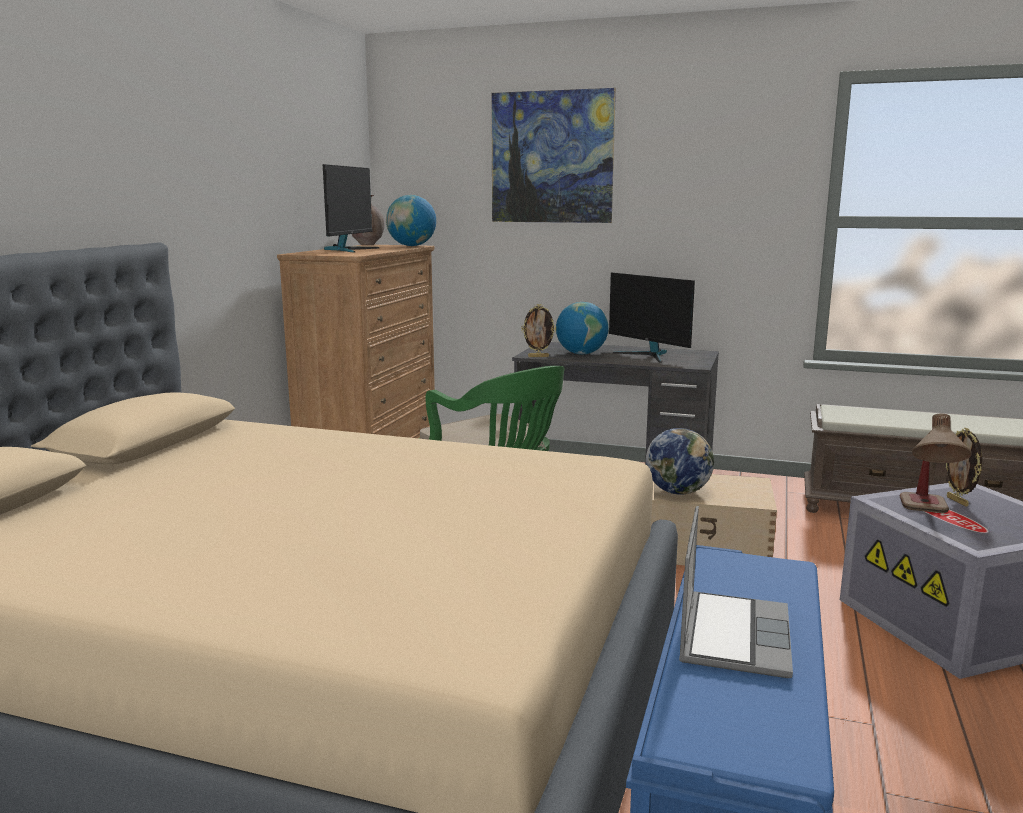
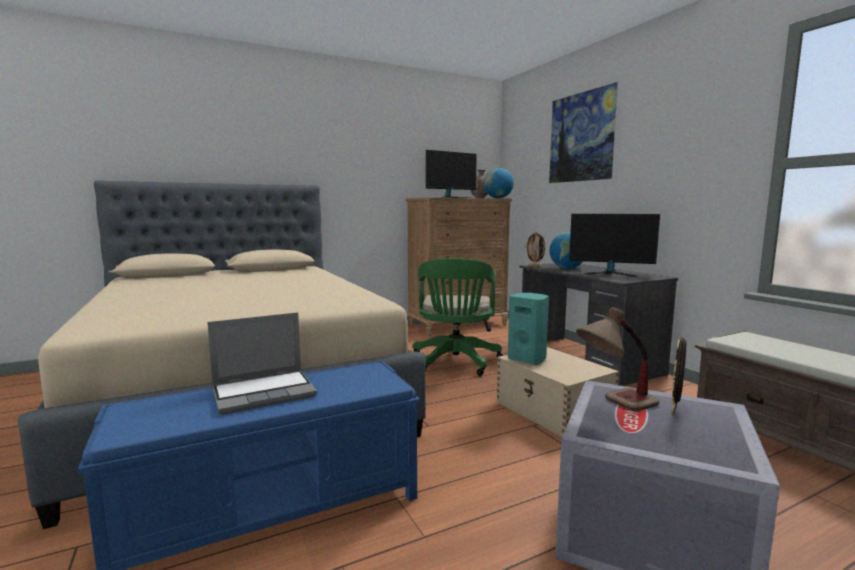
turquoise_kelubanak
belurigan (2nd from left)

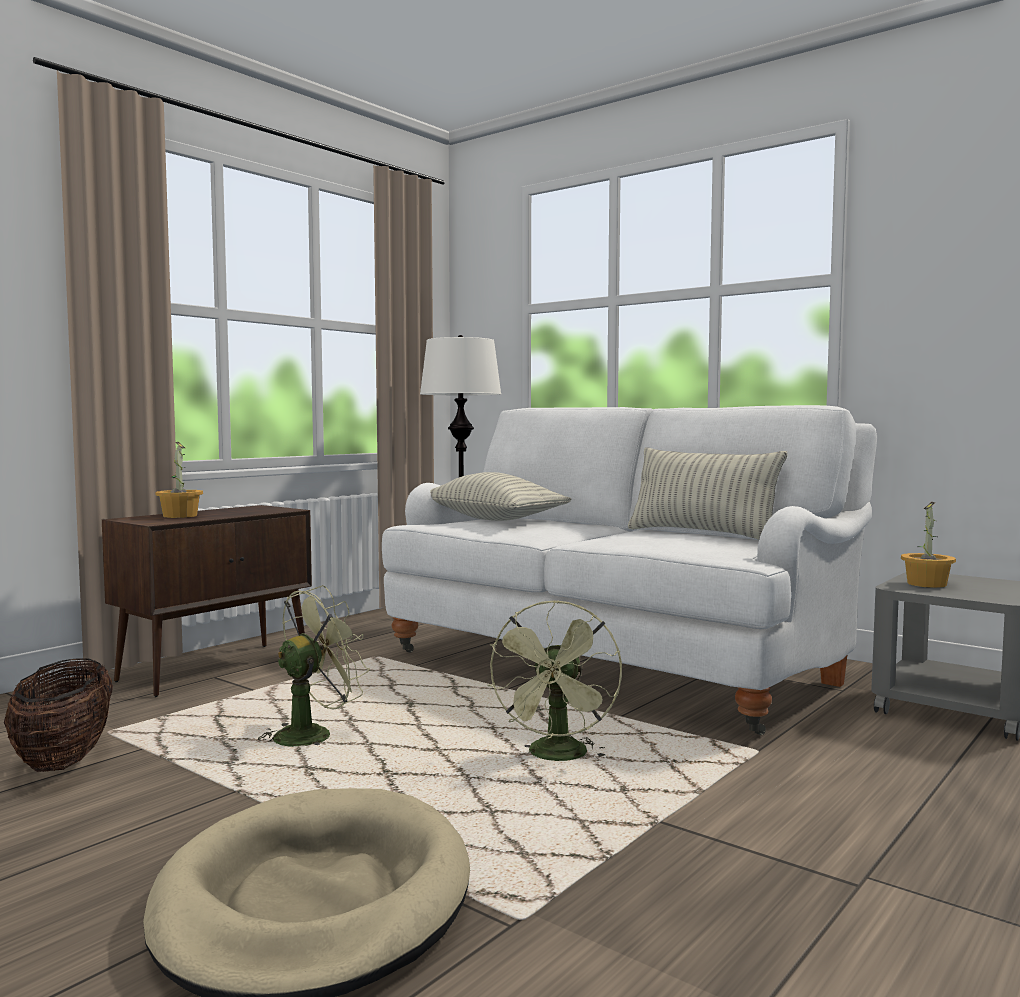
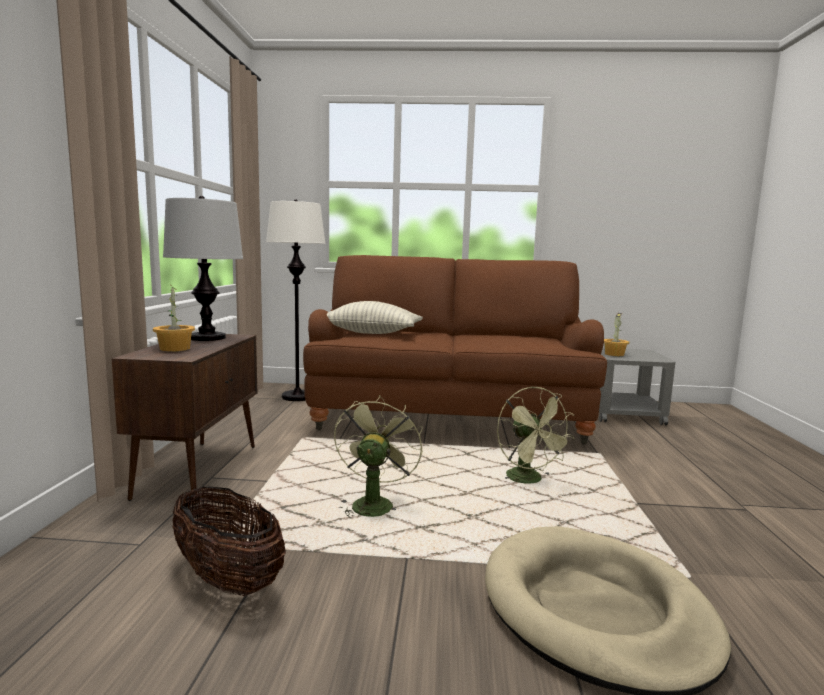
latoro (2nd from left in the first image)
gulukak
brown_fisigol

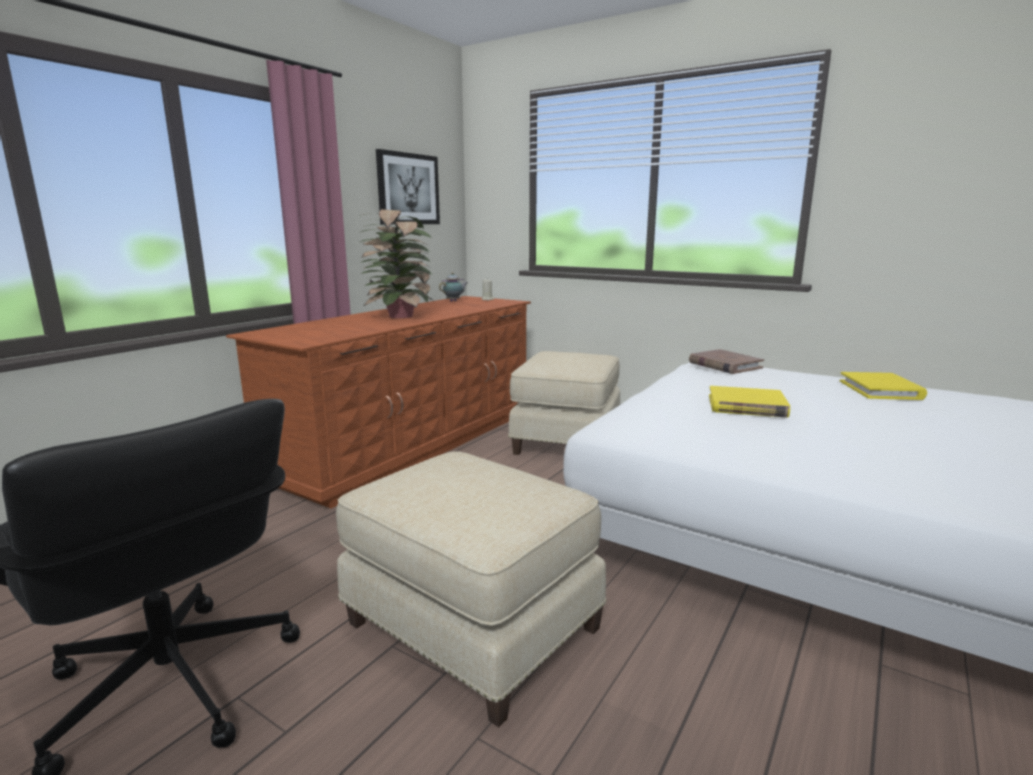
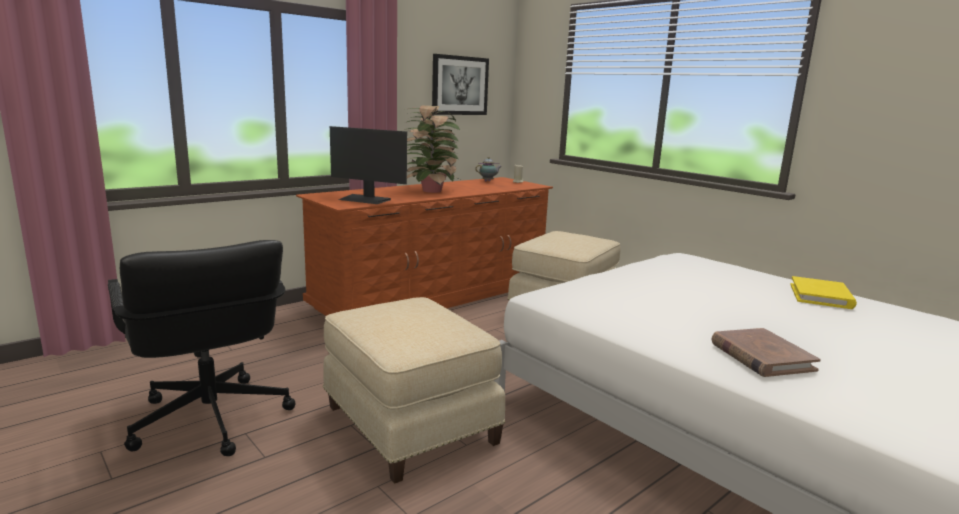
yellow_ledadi (1st from left in the first image)
belurigan
brown_ledadi

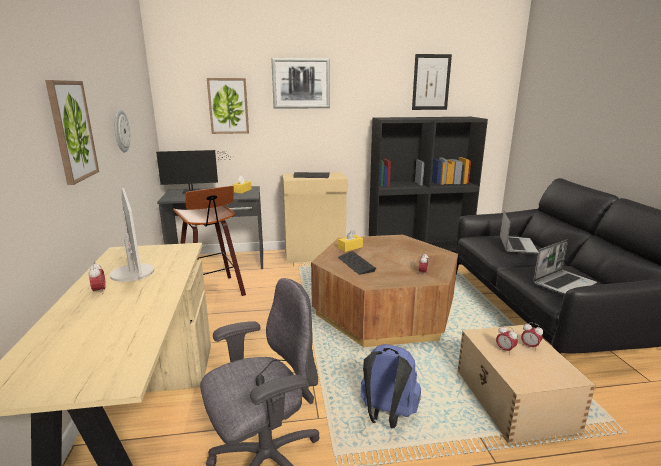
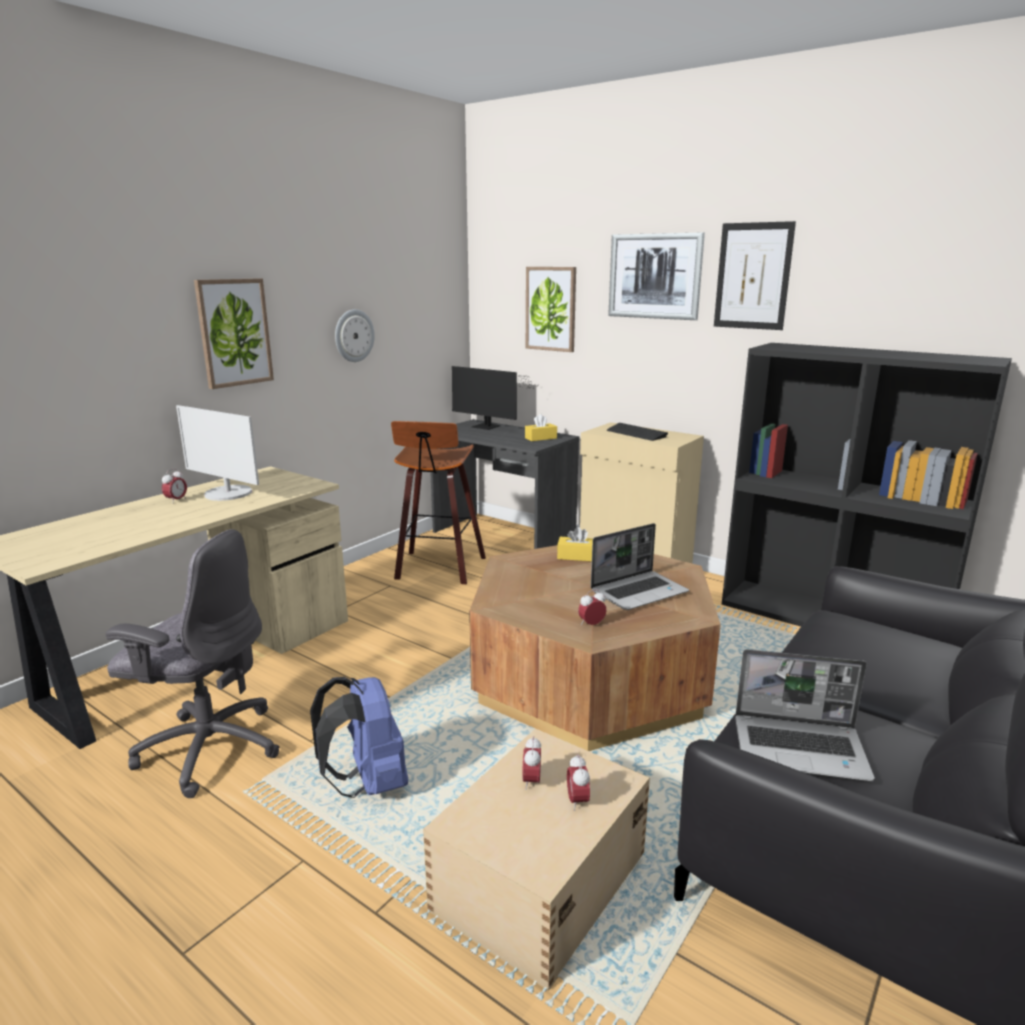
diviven (2nd from left in the first image)
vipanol (4th from left)
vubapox (1st from left)
belurigan (1st from left)

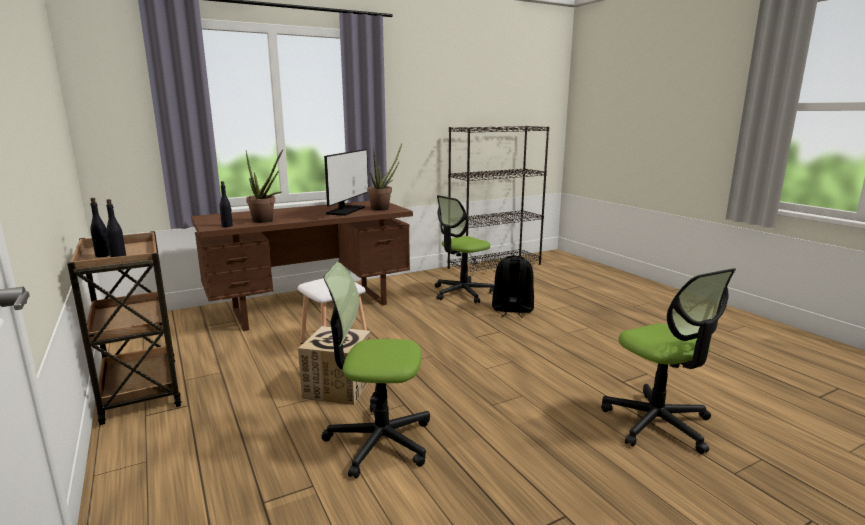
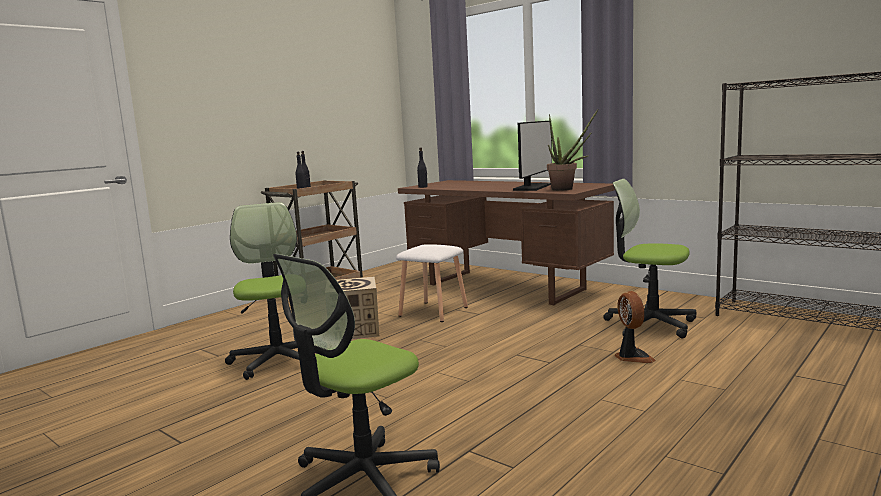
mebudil (1st from left in the first image)
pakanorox
belurigan

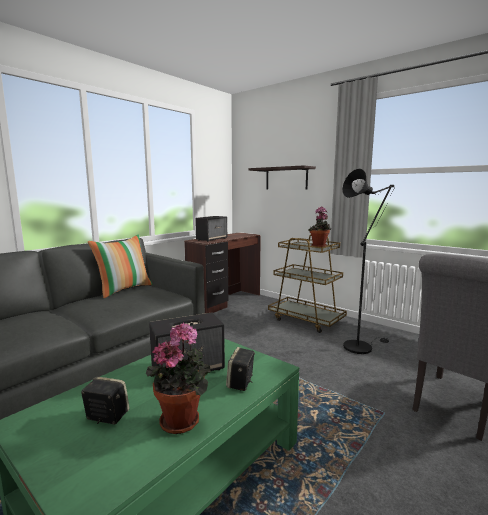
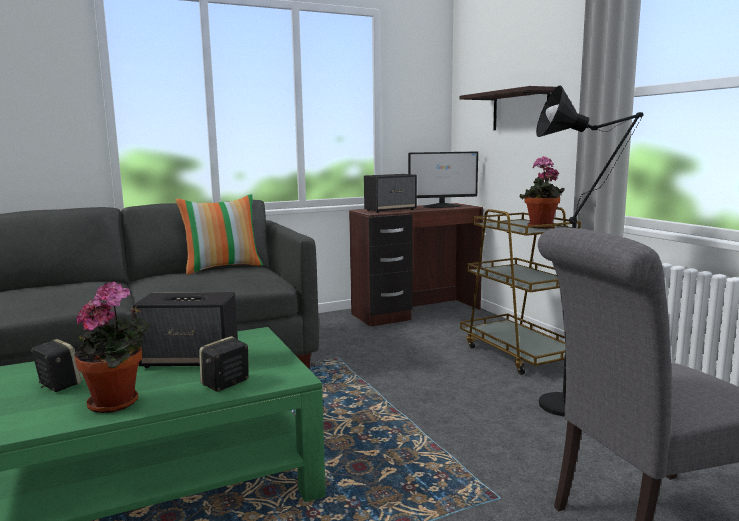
belurigan

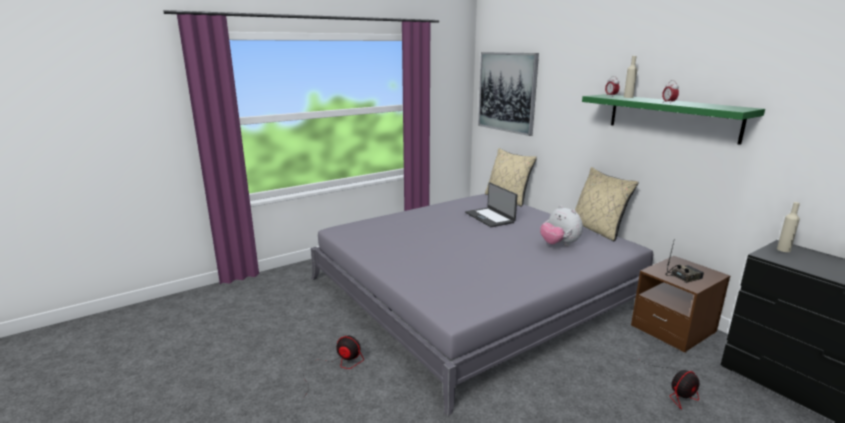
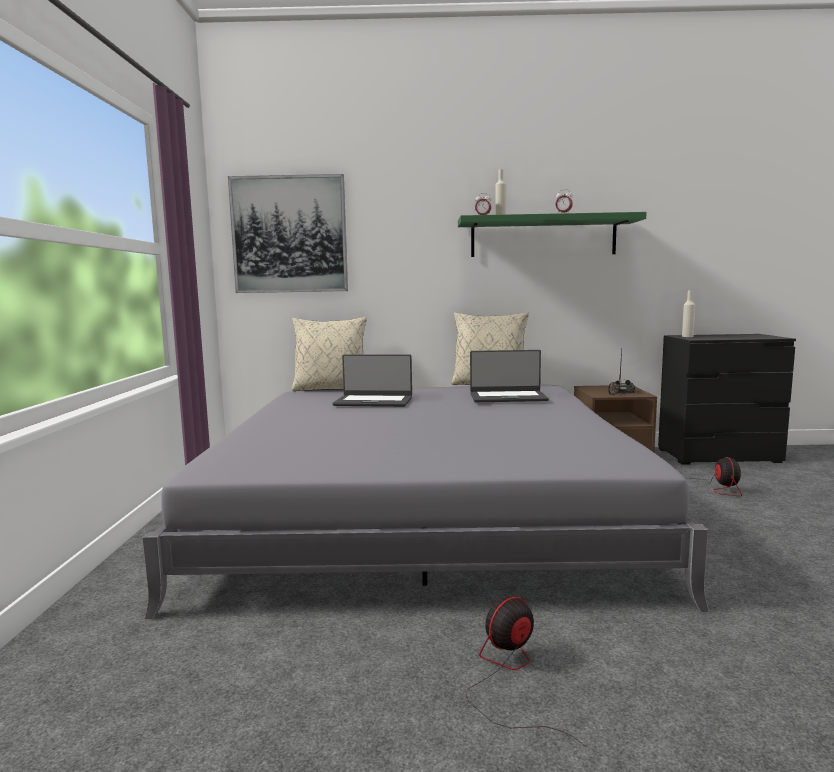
vubapox (2nd from left)

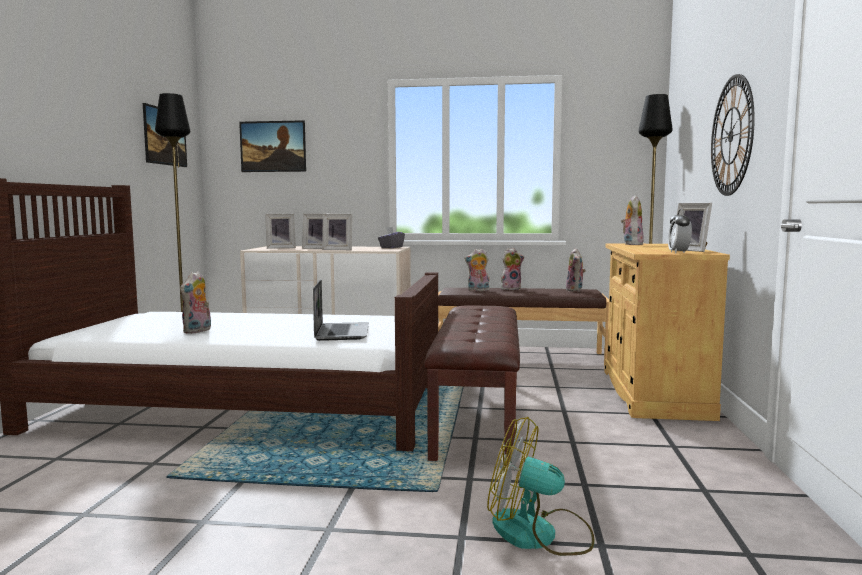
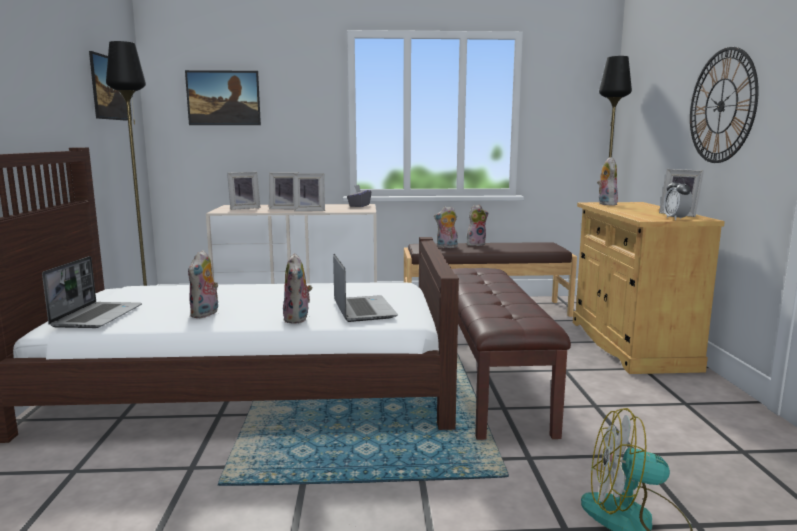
vubapox (1st from left)
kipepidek (2nd from left)

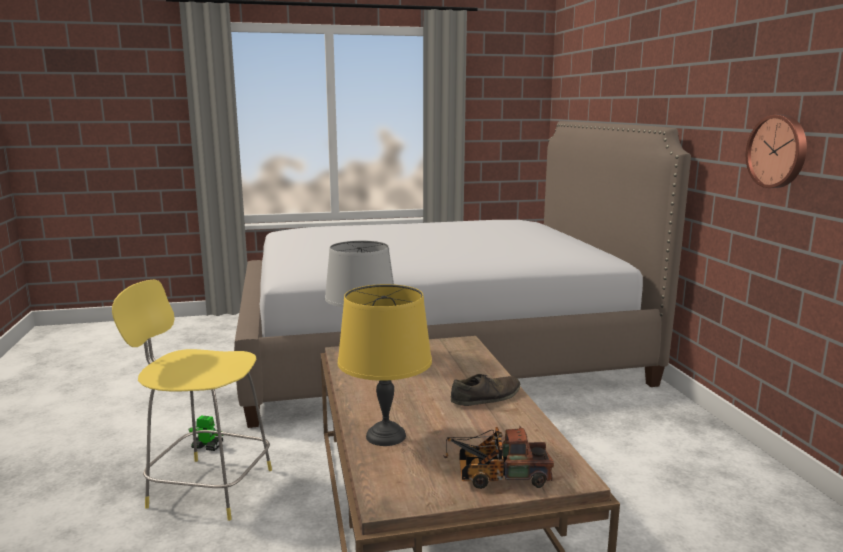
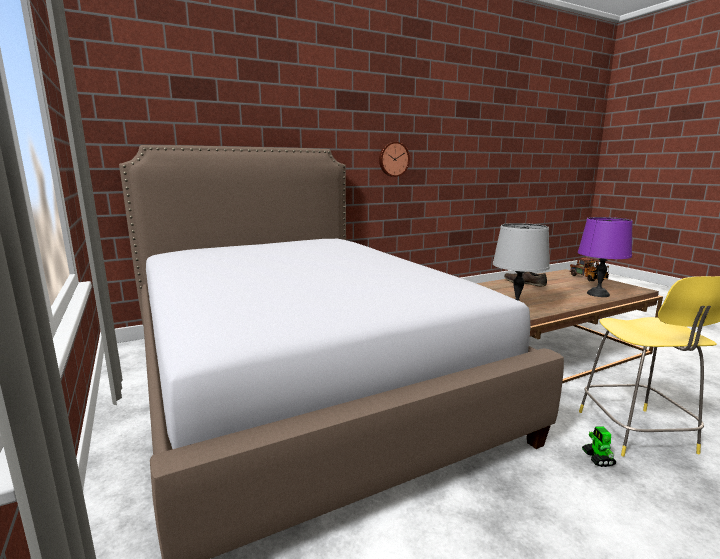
purple_gulukak

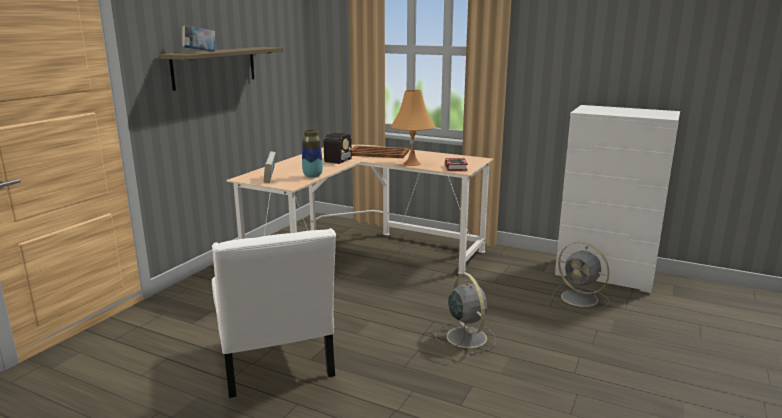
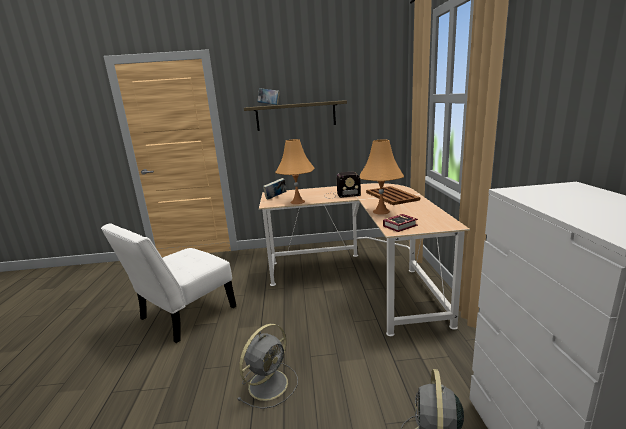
orange_gulukak (1st from left)

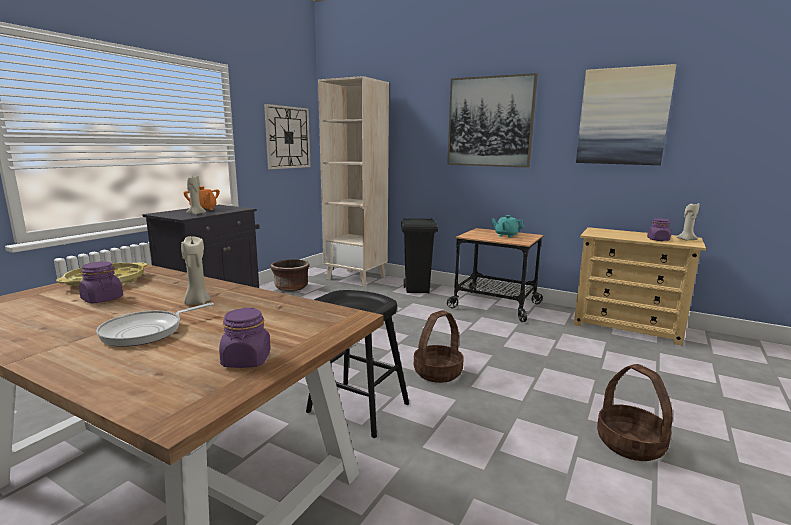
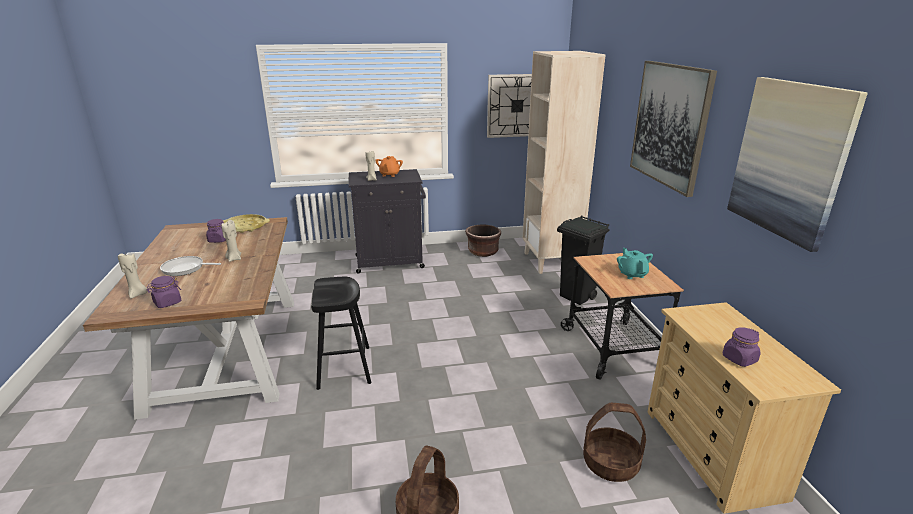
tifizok (2nd from left)
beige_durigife (1st from left)

